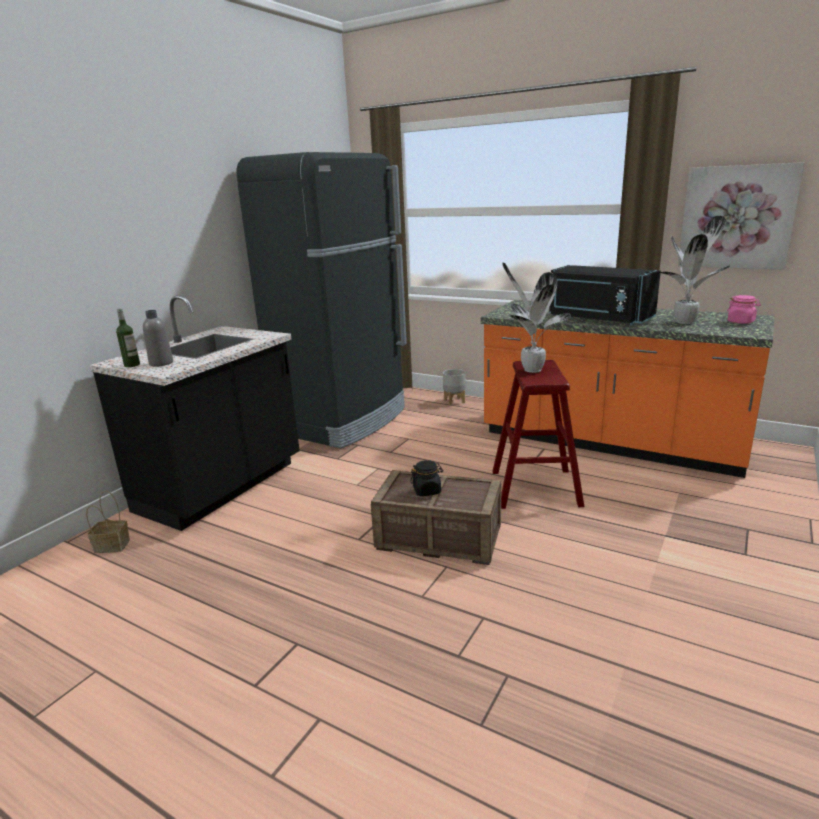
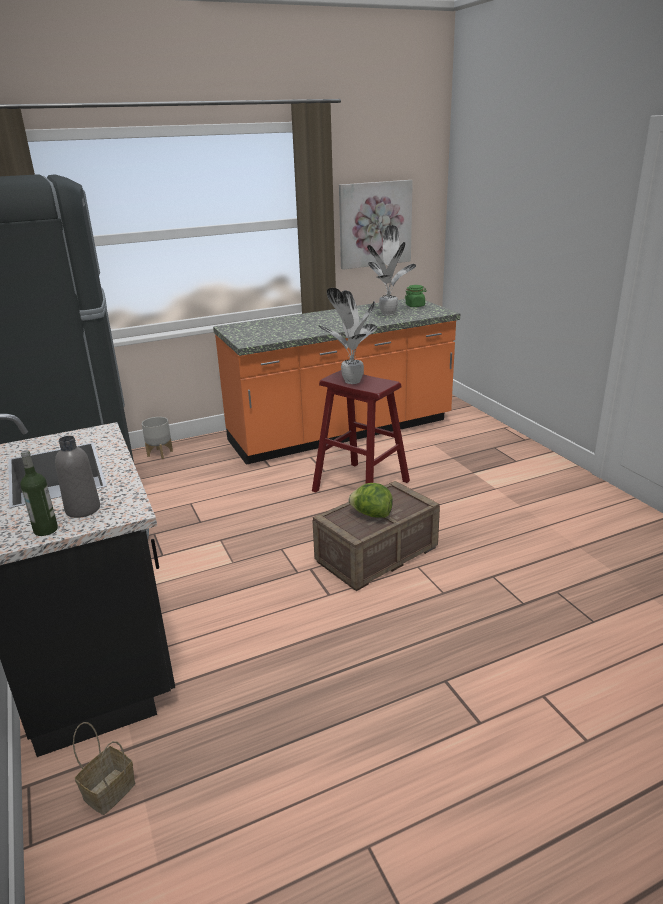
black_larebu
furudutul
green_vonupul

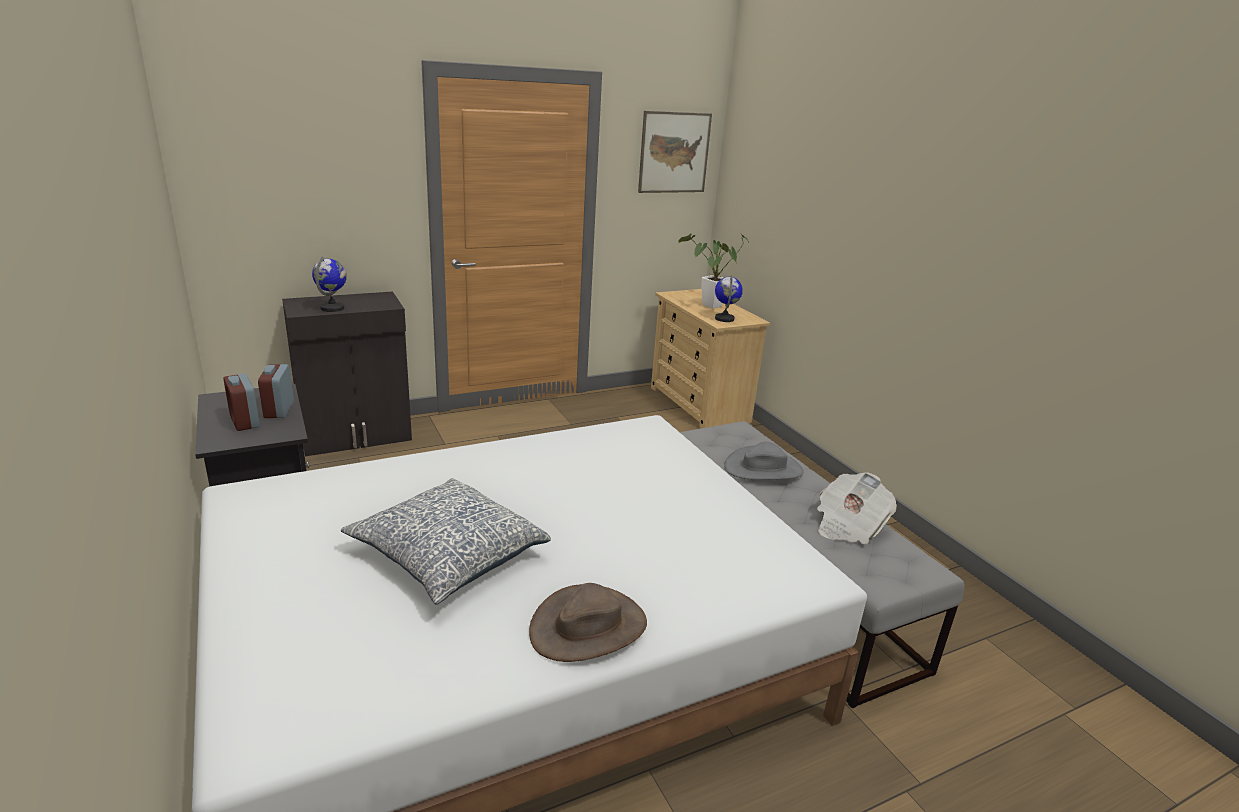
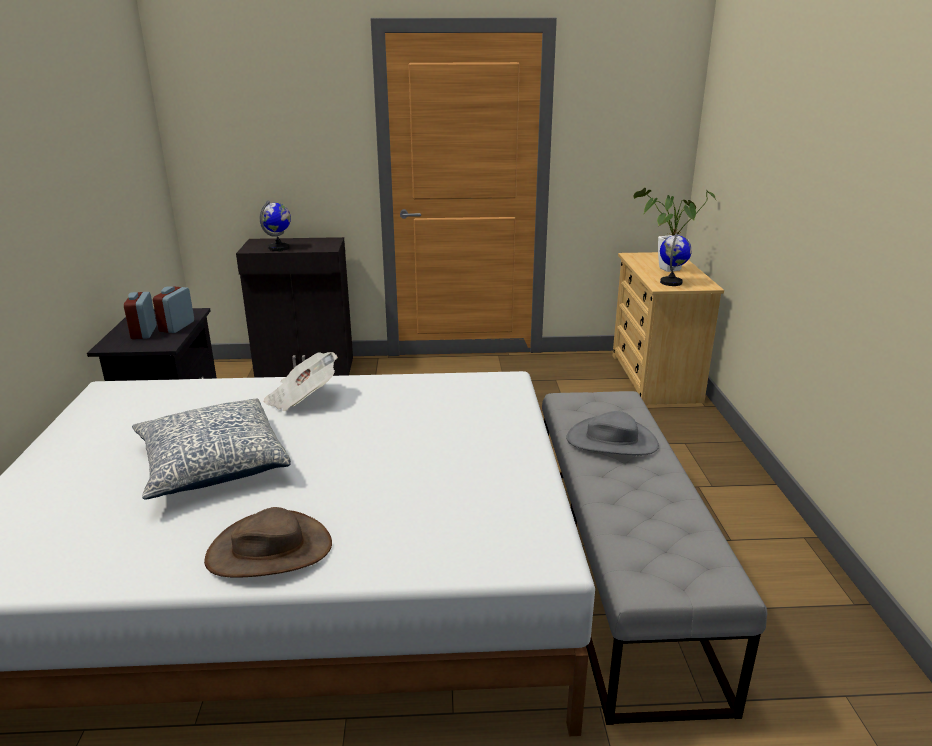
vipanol
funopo

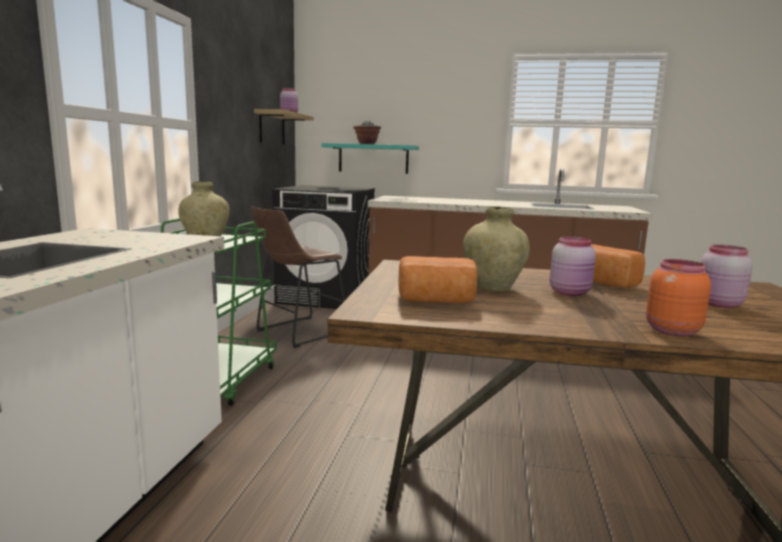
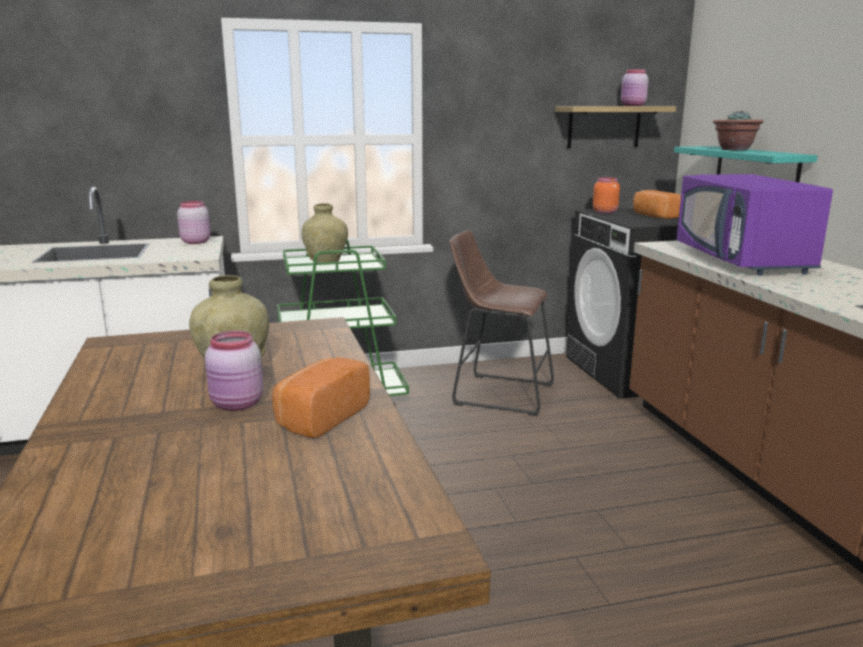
purple_larebu
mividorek (2nd from left)
orange_vonupul
pink_vonupul (1st from left)

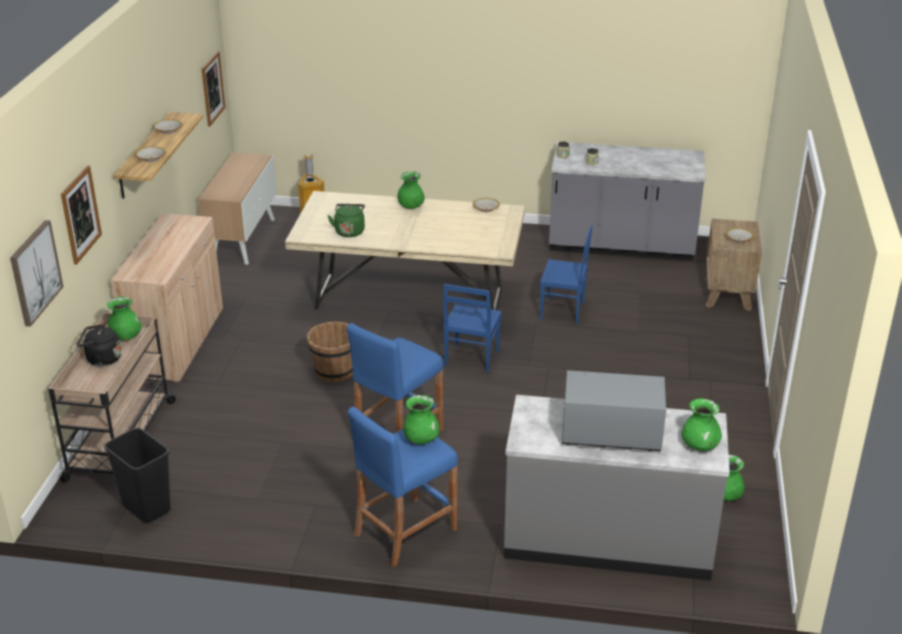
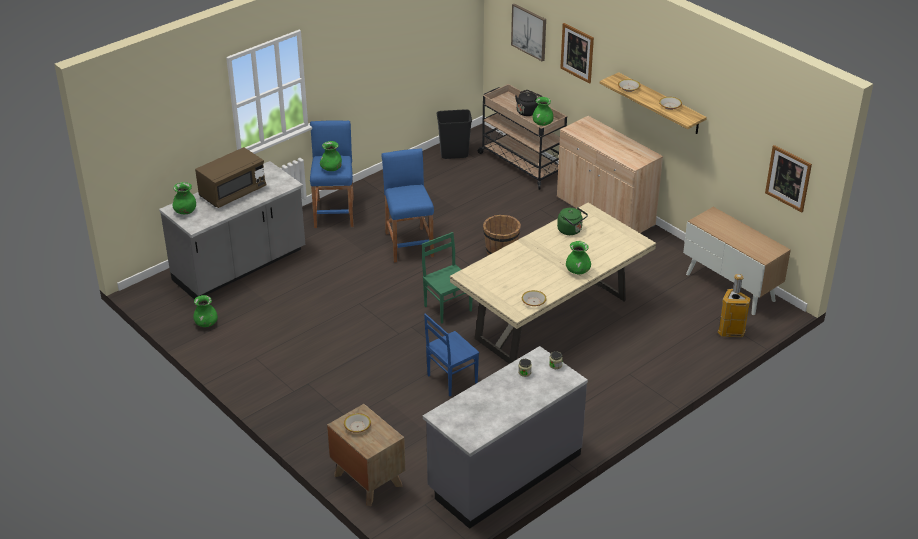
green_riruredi
brown_larebu

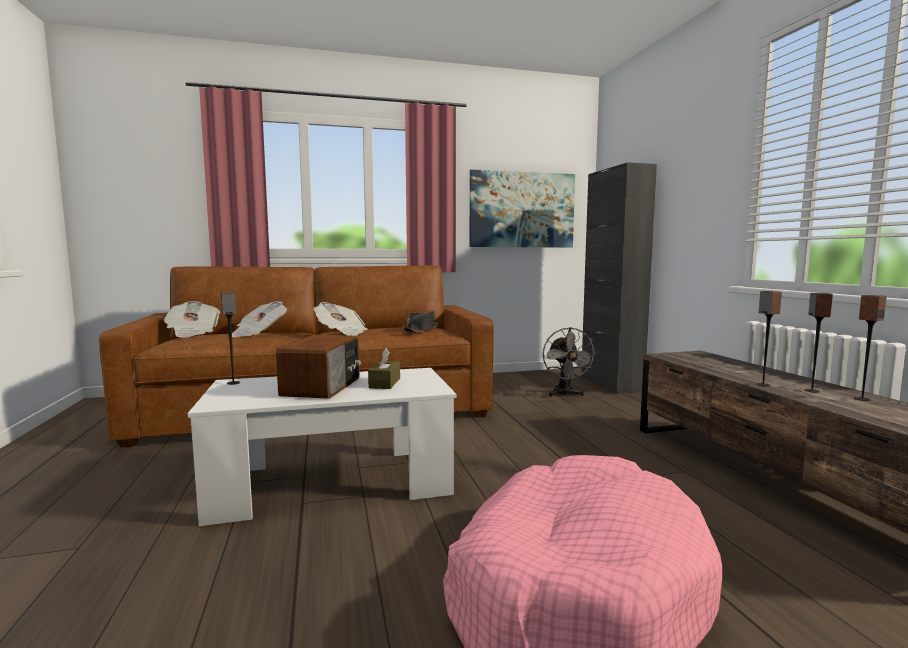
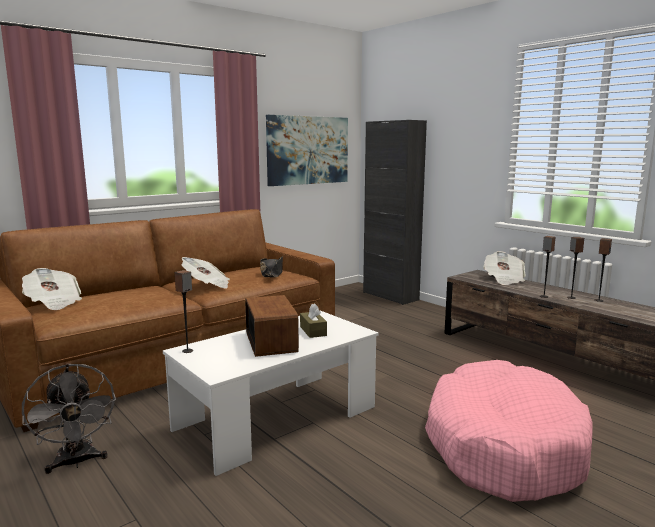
funopo (3rd from left)
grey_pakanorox

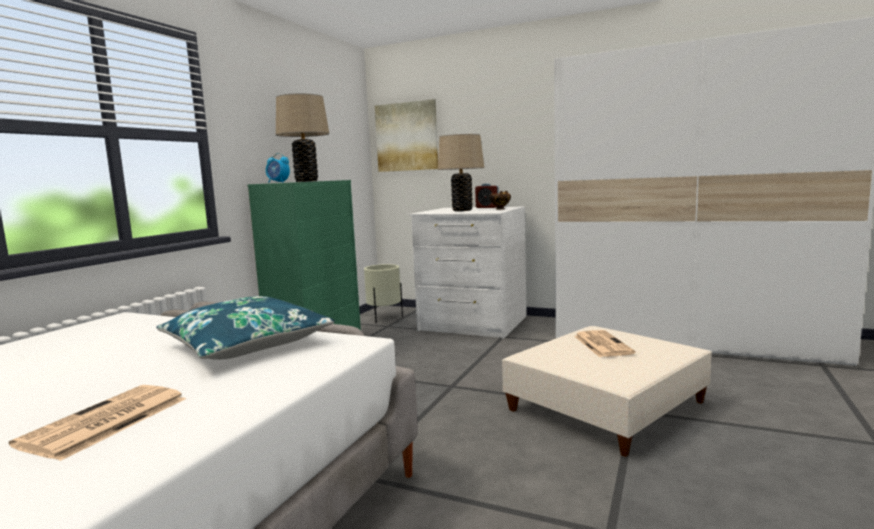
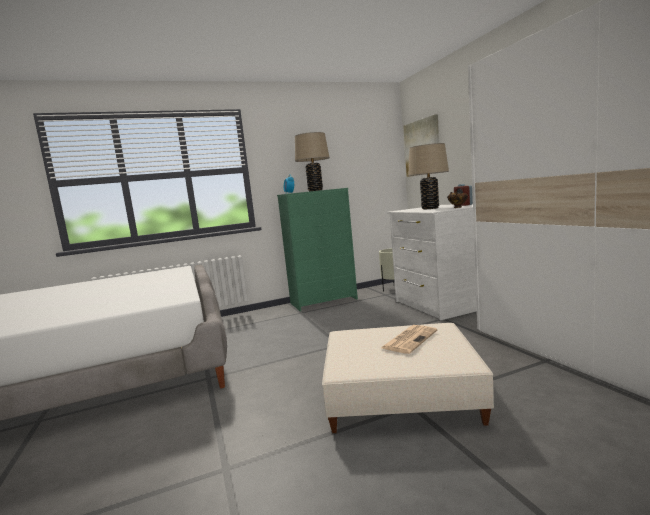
funopo (1st from left in the first image)
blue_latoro

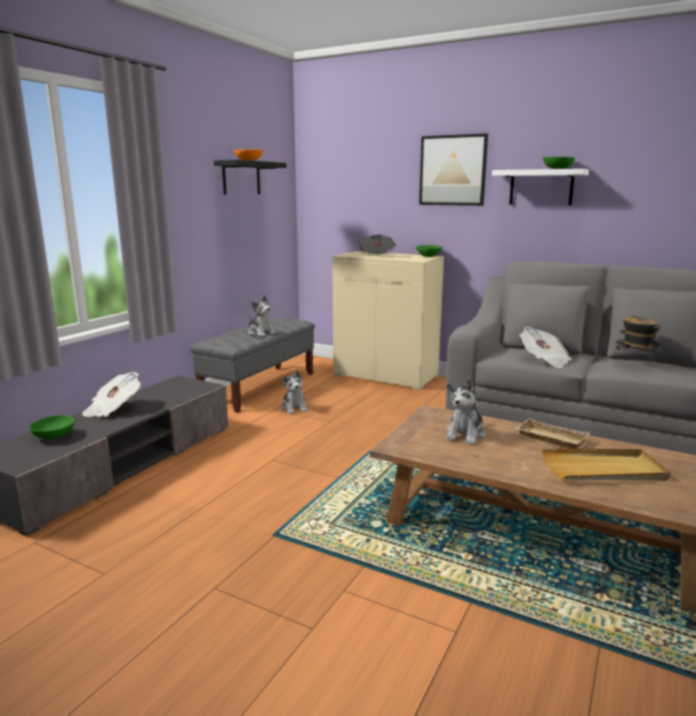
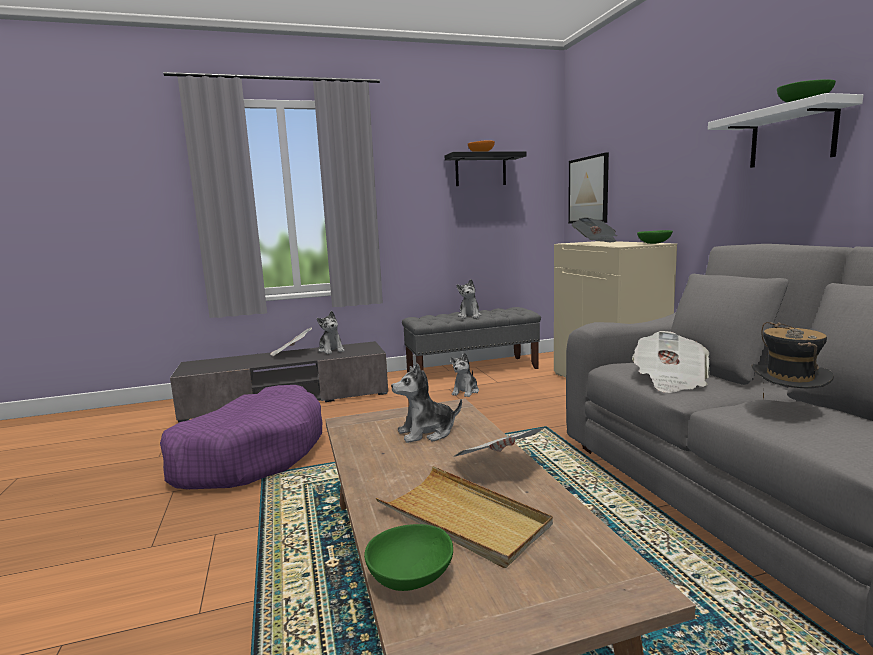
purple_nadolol
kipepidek (1st from left)
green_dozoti (1st from left)
vipanol
funopo (2nd from left)

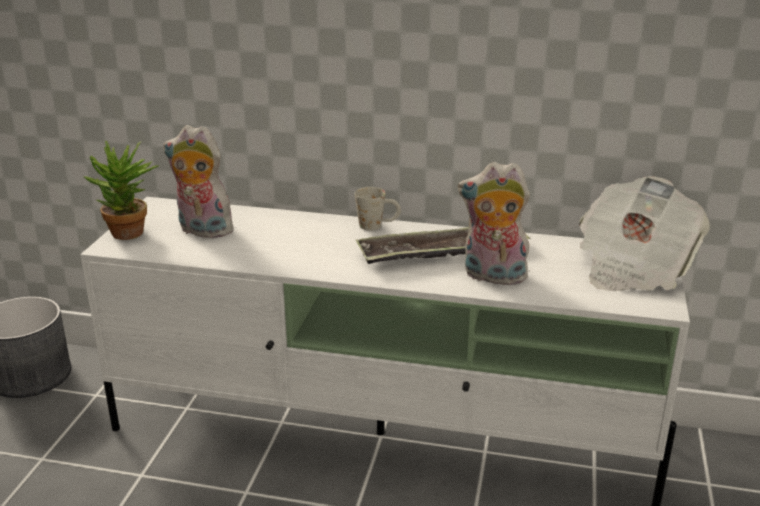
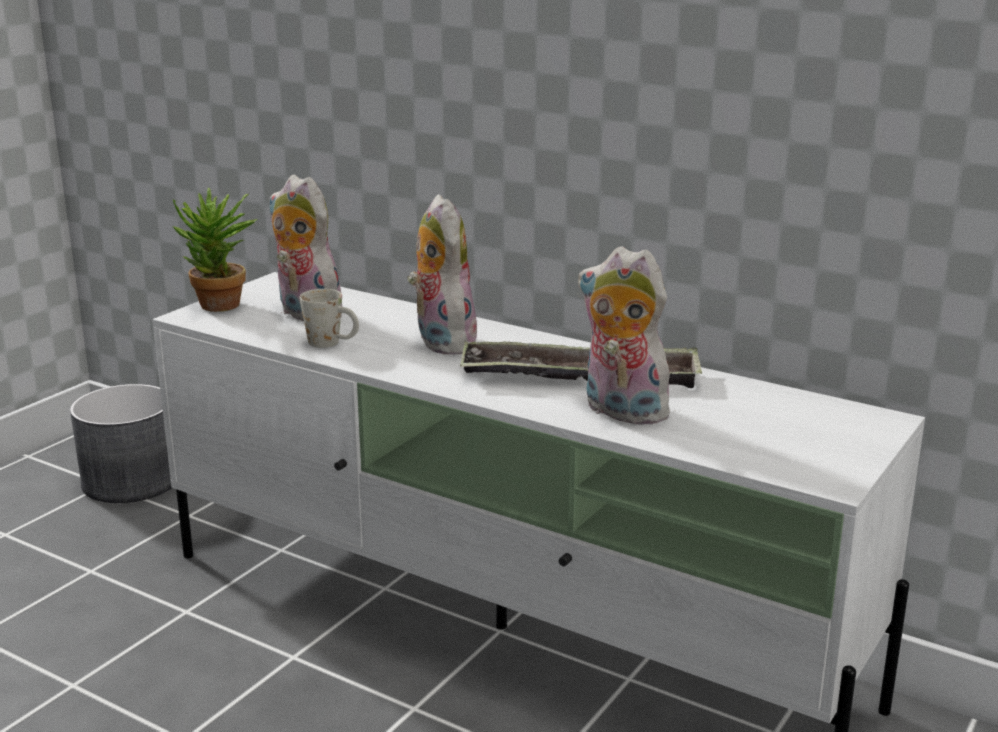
funopo
kipepidek (2nd from left)
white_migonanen

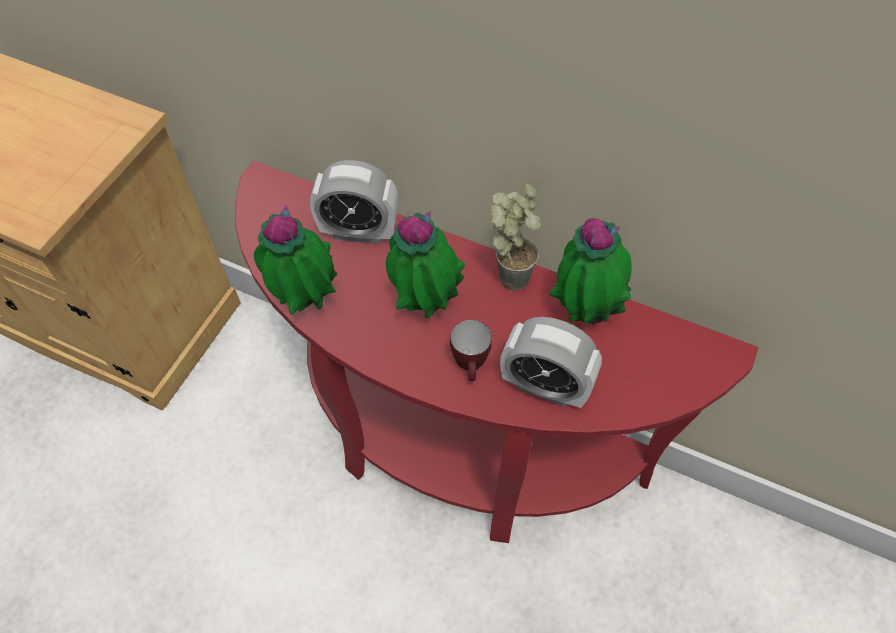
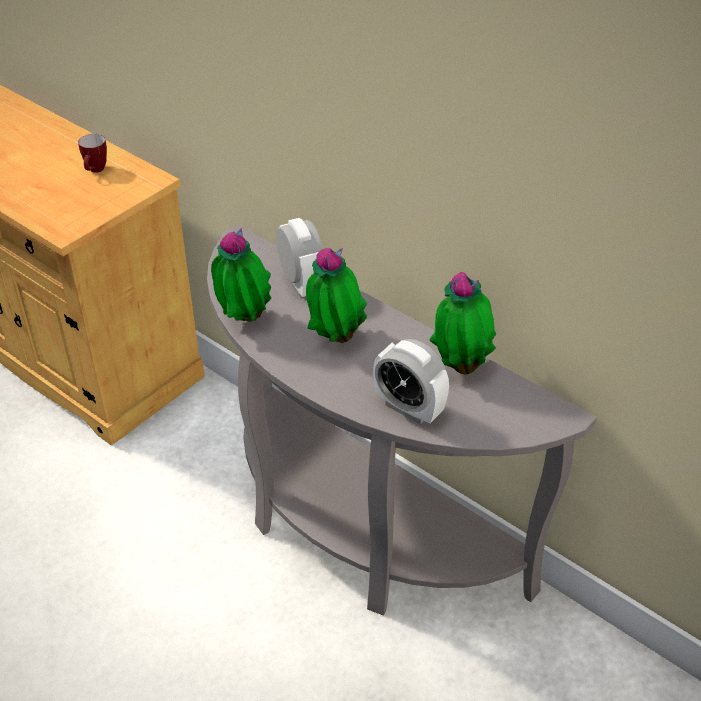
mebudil (3rd from left in the first image)
migonanen
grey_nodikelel
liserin (1st from left)

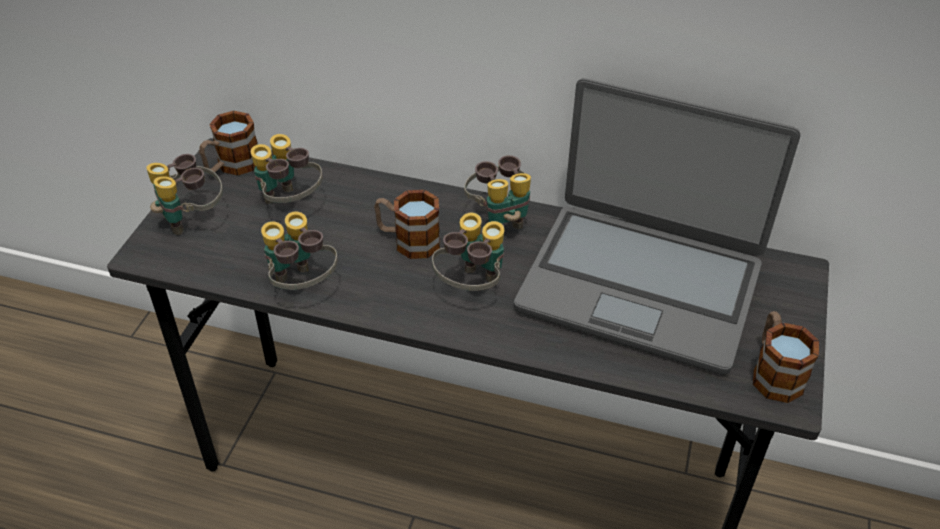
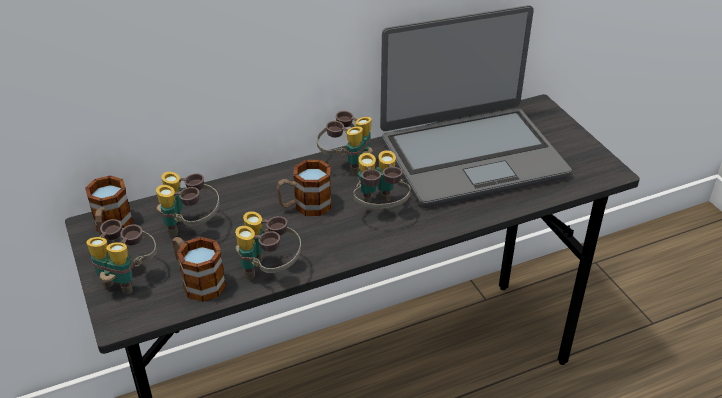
migonanen (2nd from left)

